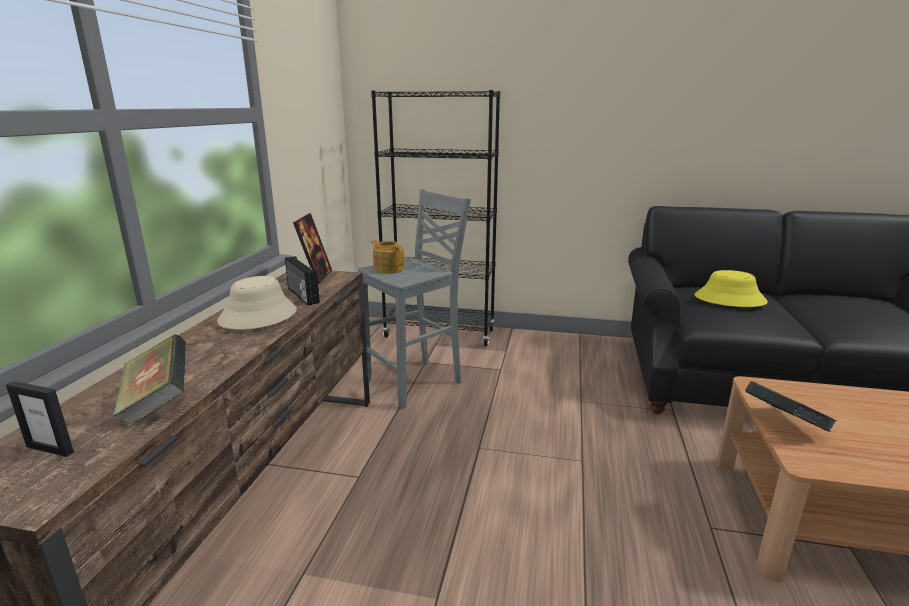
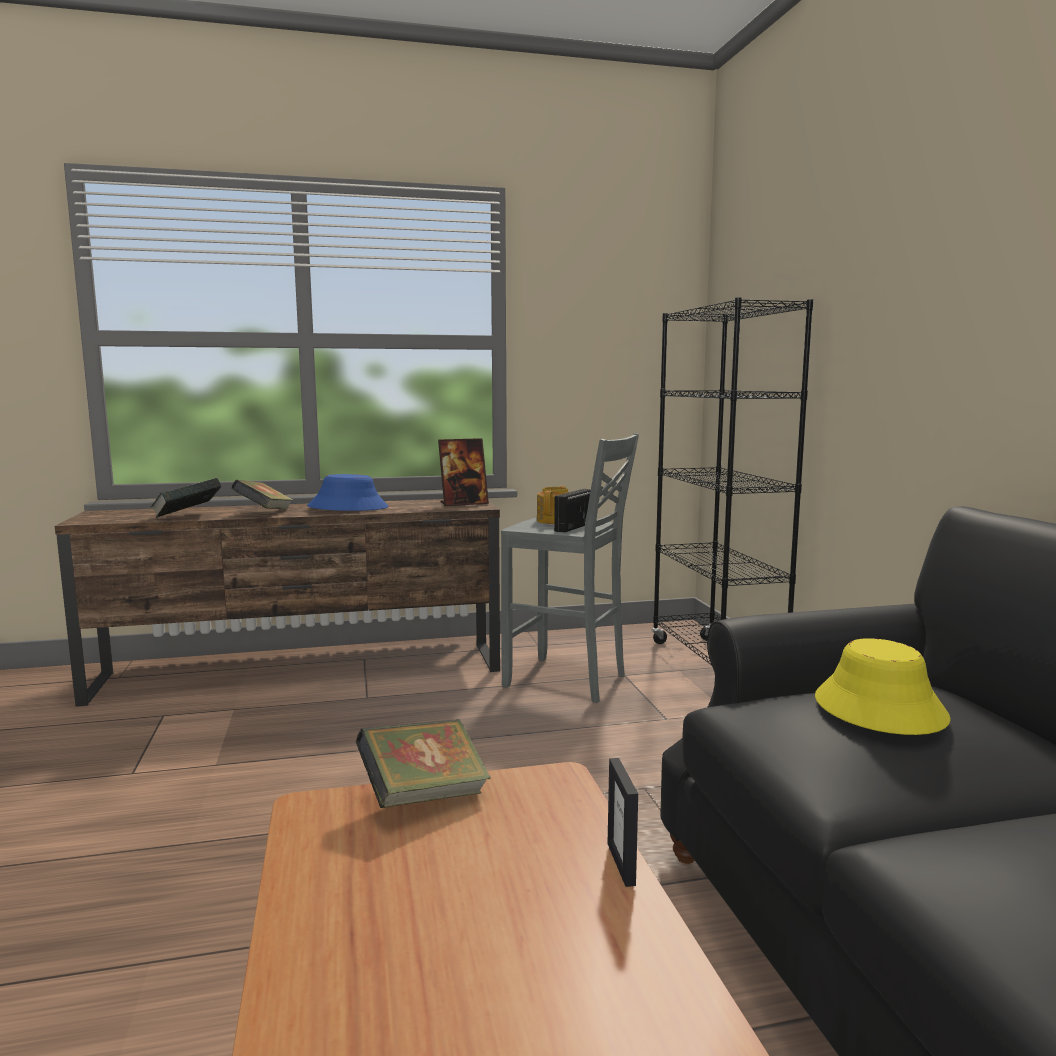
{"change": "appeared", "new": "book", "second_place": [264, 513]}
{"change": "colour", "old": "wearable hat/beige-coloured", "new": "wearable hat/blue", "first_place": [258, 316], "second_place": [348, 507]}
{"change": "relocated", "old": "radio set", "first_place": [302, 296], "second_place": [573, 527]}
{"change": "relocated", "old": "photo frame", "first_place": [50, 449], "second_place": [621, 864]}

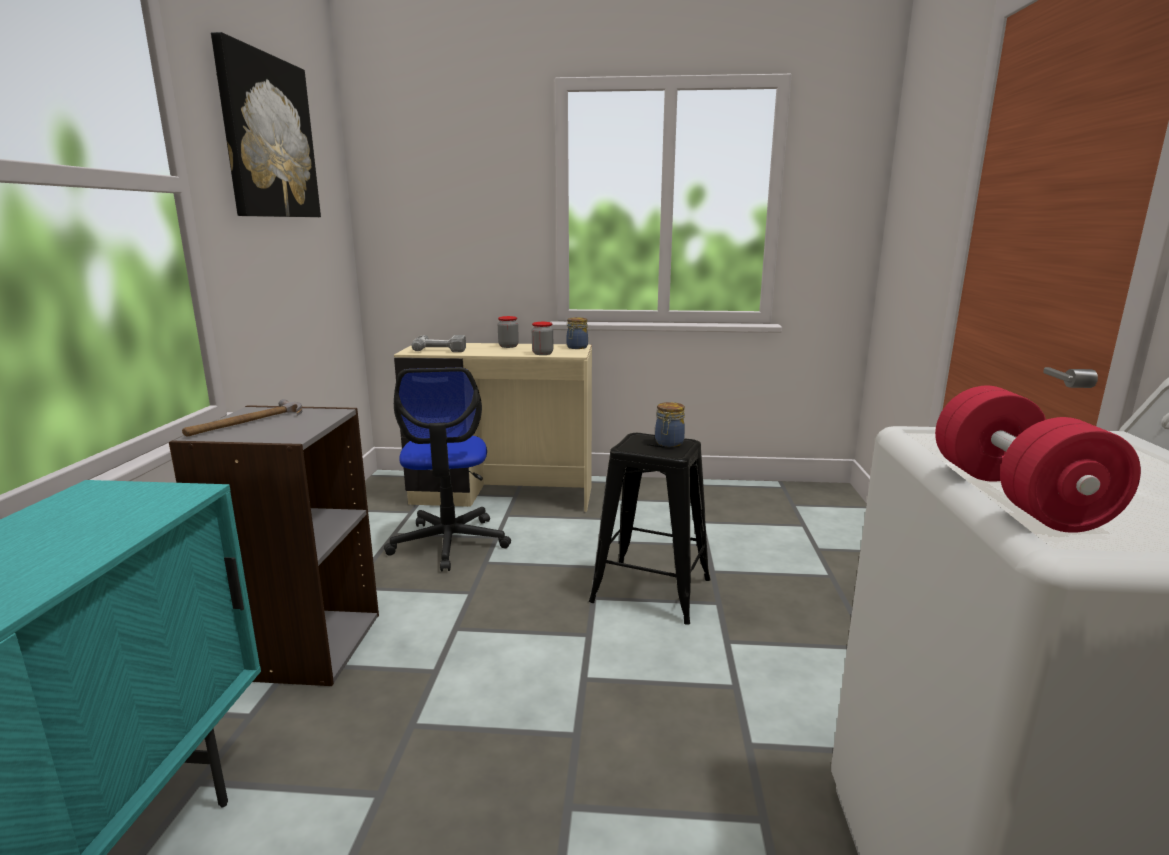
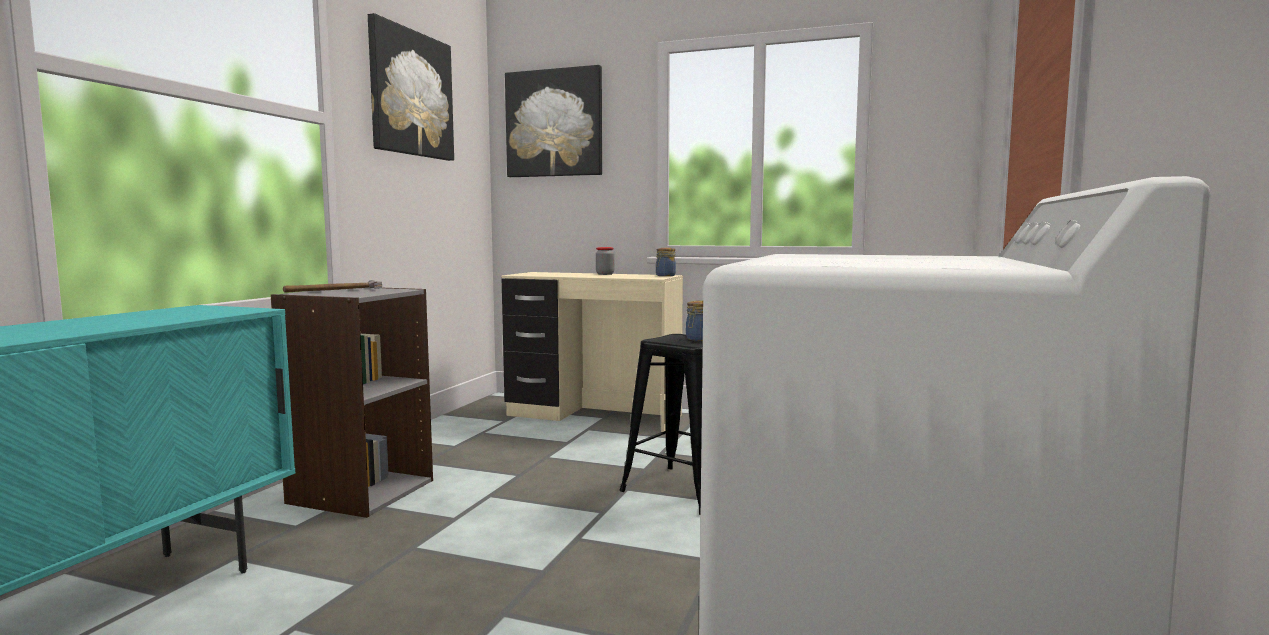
{"change": "appeared", "new": "wall picture", "second_place": [554, 123]}
{"change": "missing", "old": "computer chair", "first_place": [449, 543]}
{"change": "missing", "old": "power drill", "first_place": [440, 349]}
{"change": "missing", "old": "jar", "first_place": [542, 353]}
{"change": "missing", "old": "dumbbell/red-coloured", "first_place": [1015, 496]}

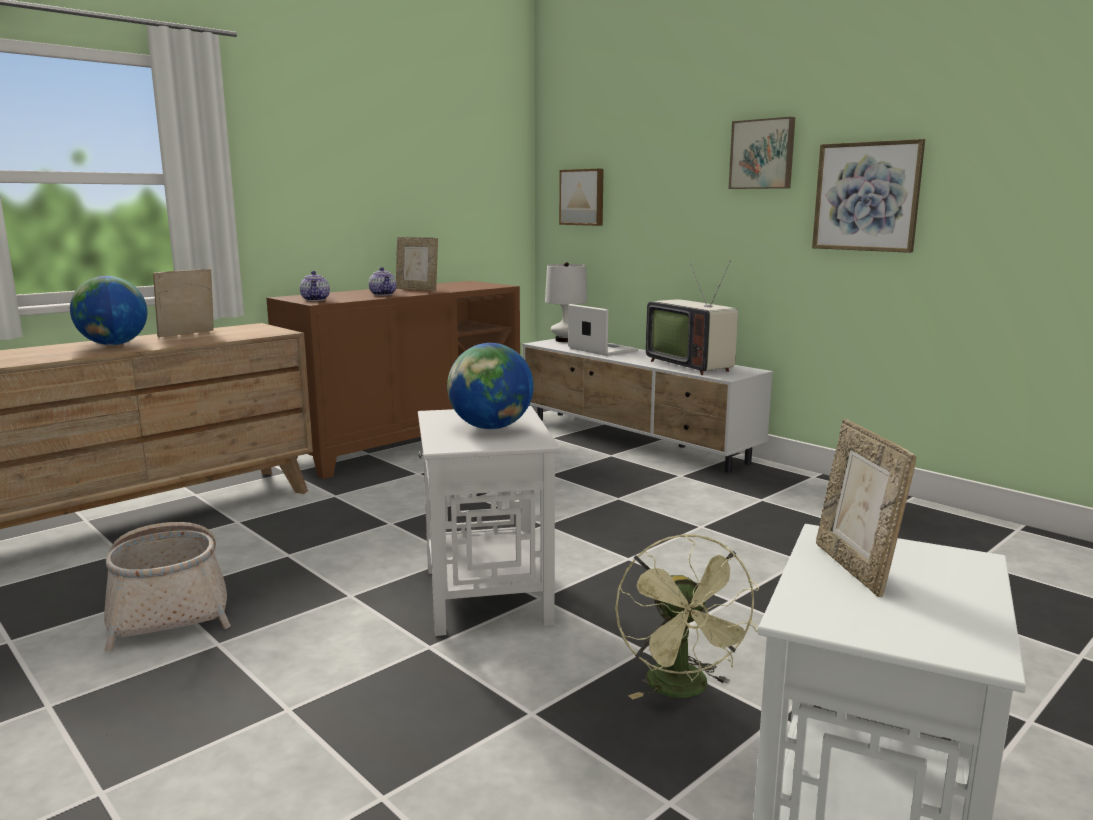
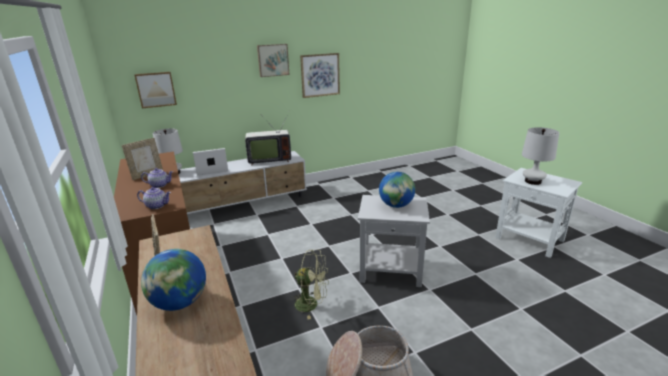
{"change": "relocated", "old": "fan/green", "first_place": [683, 690], "second_place": [311, 304]}
{"change": "exchanged", "old": "photo frame", "new": "table lamp/white", "first_place": [855, 568], "second_place": [533, 181]}

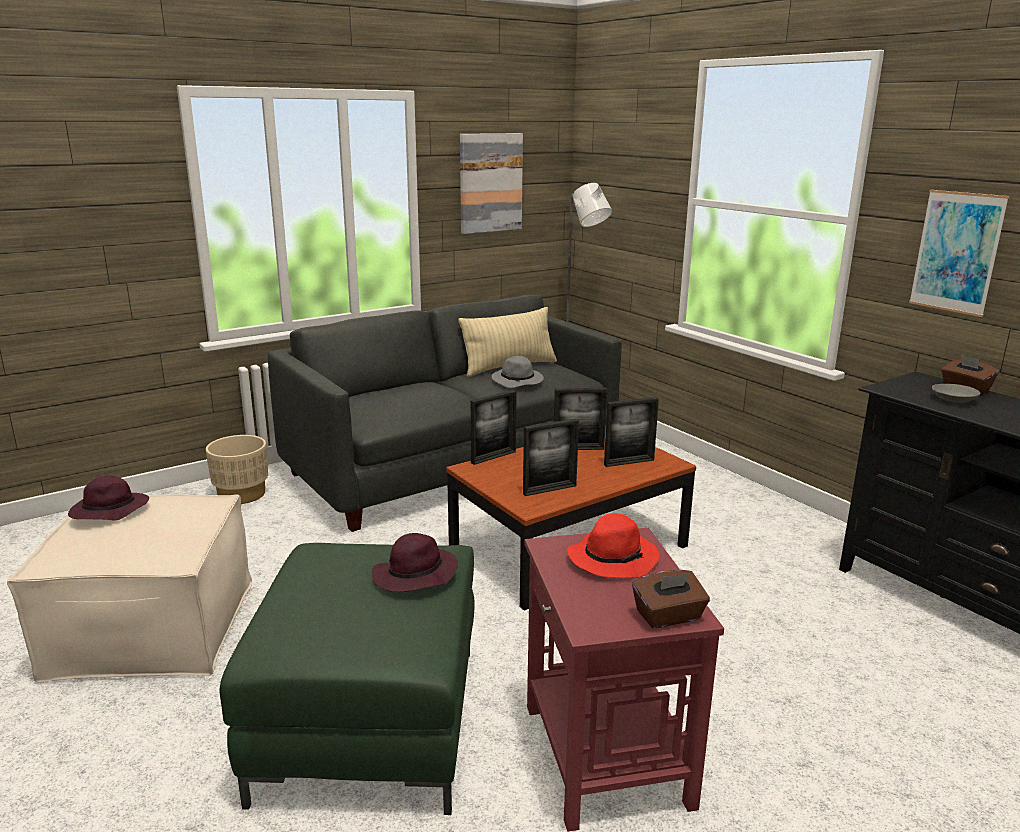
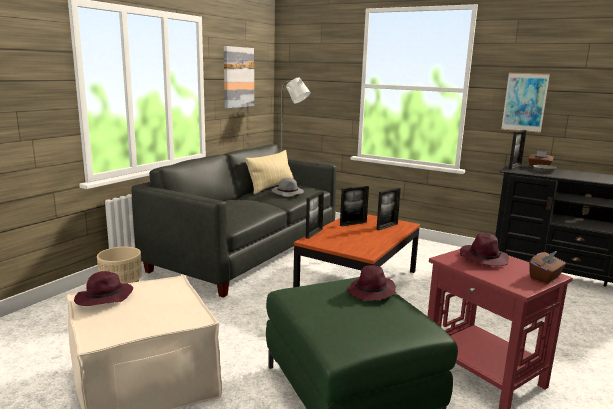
{"change": "colour", "old": "wearable hat/red-coloured", "new": "wearable hat/purple-coloured", "first_place": [613, 558], "second_place": [483, 258]}
{"change": "relocated", "old": "photo frame", "first_place": [549, 490], "second_place": [515, 167]}

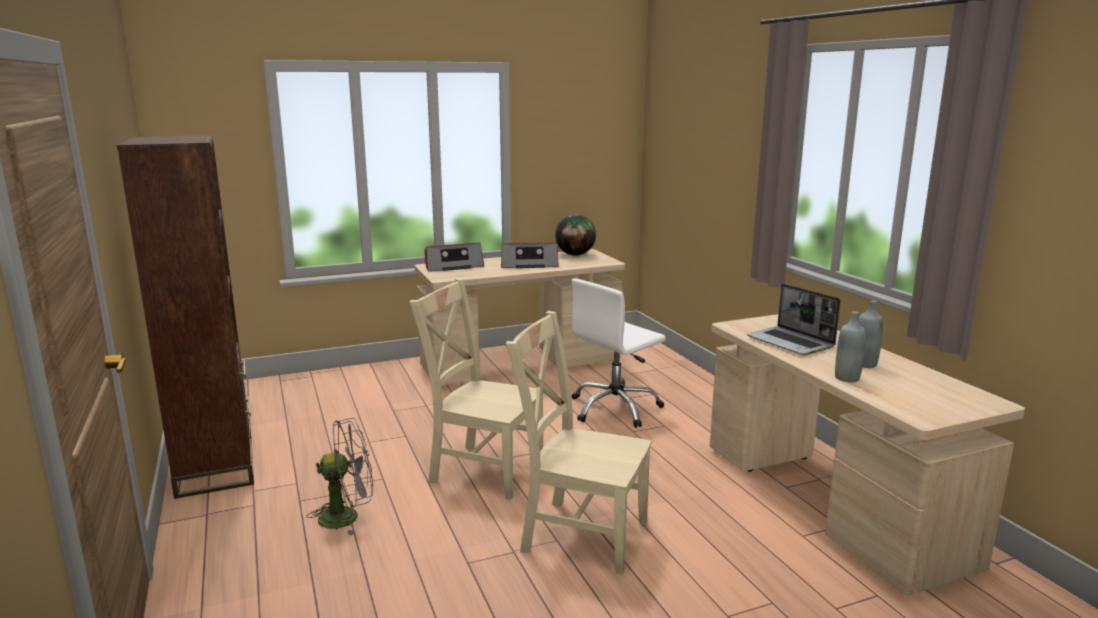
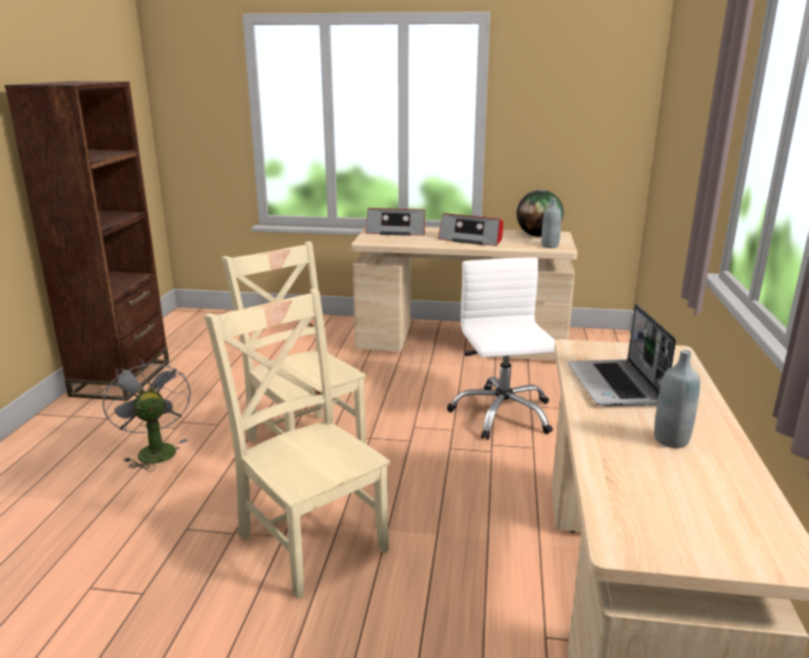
{"change": "spun", "old": "fan/greyish", "first_place": [348, 516], "second_place": [154, 450], "degrees": -135}
{"change": "spun", "old": "computer chair/white", "first_place": [615, 408], "second_place": [502, 414], "degrees": 90}
{"change": "relocated", "old": "beverage bottle/greyish", "first_place": [847, 378], "second_place": [549, 246]}

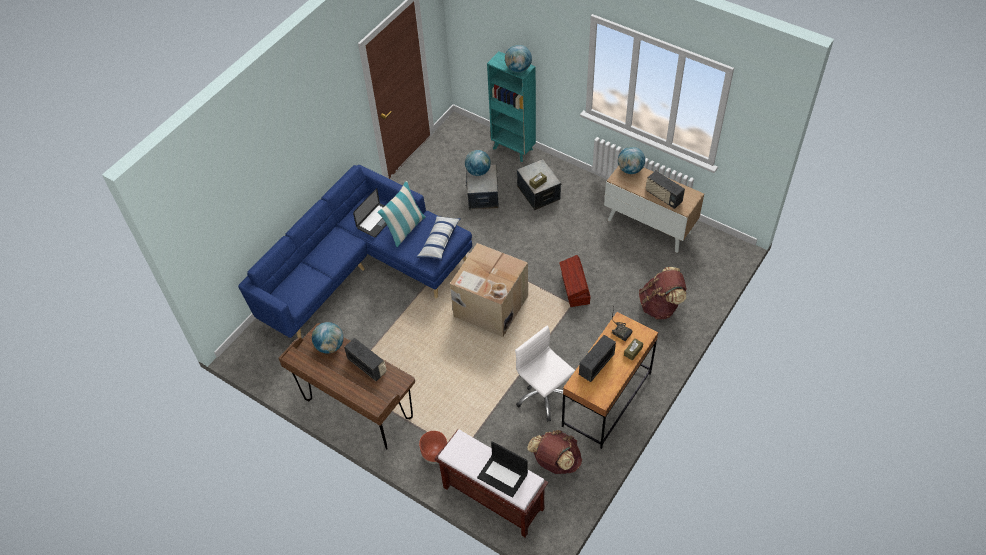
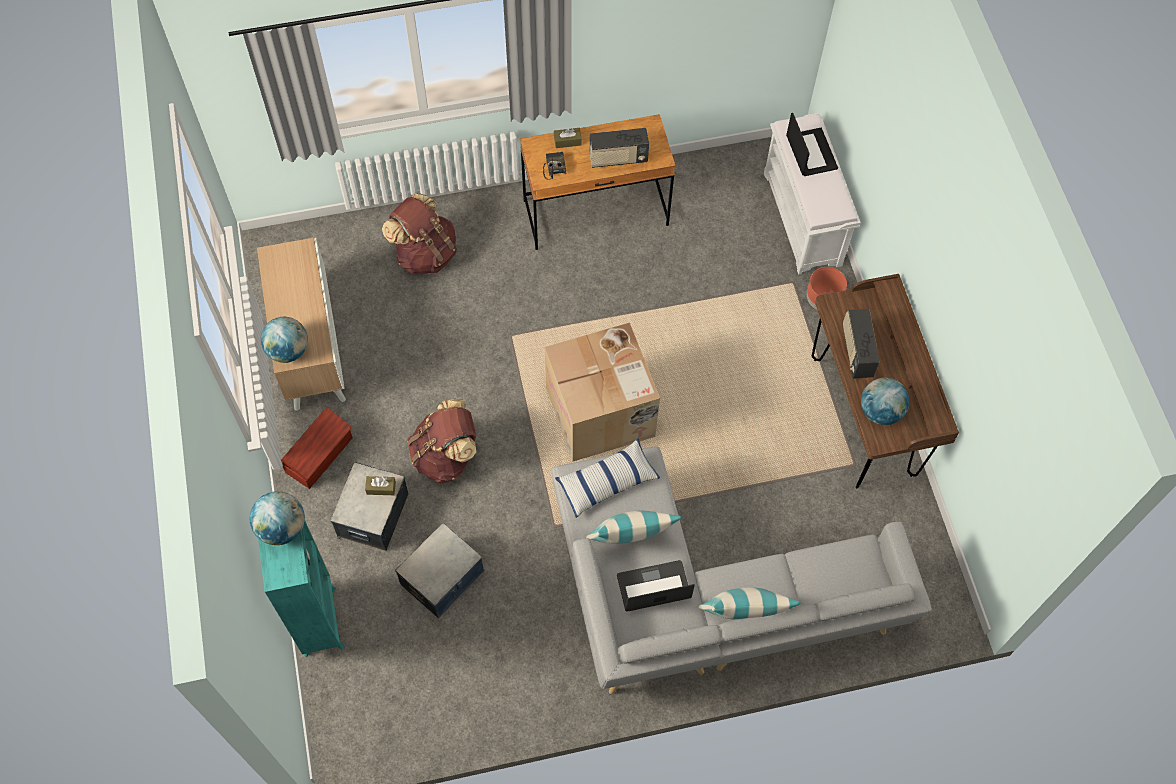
{"change": "relocated", "old": "storage box/brown-coloured", "first_place": [574, 289], "second_place": [320, 455]}
{"change": "relocated", "old": "knapsack/brown-coloured", "first_place": [555, 462], "second_place": [446, 456]}
{"change": "colour", "old": "settee/blue", "new": "settee/greyish", "first_place": [364, 270], "second_place": [702, 600]}
{"change": "appeared", "new": "throw pillow", "second_place": [743, 616]}
{"change": "colour", "old": "bench/brown-coloured", "new": "bench/white", "first_place": [492, 498], "second_place": [803, 219]}
{"change": "missing", "old": "globe", "first_place": [478, 171]}
{"change": "missing", "old": "computer chair/white", "first_place": [544, 395]}
{"change": "missing", "old": "radio set", "first_place": [663, 197]}

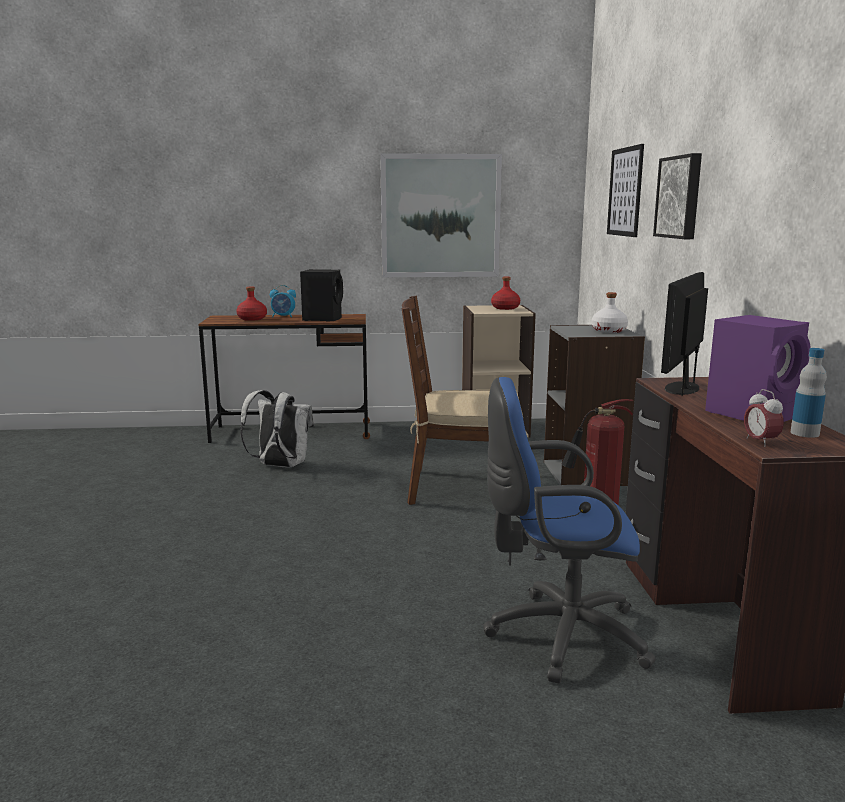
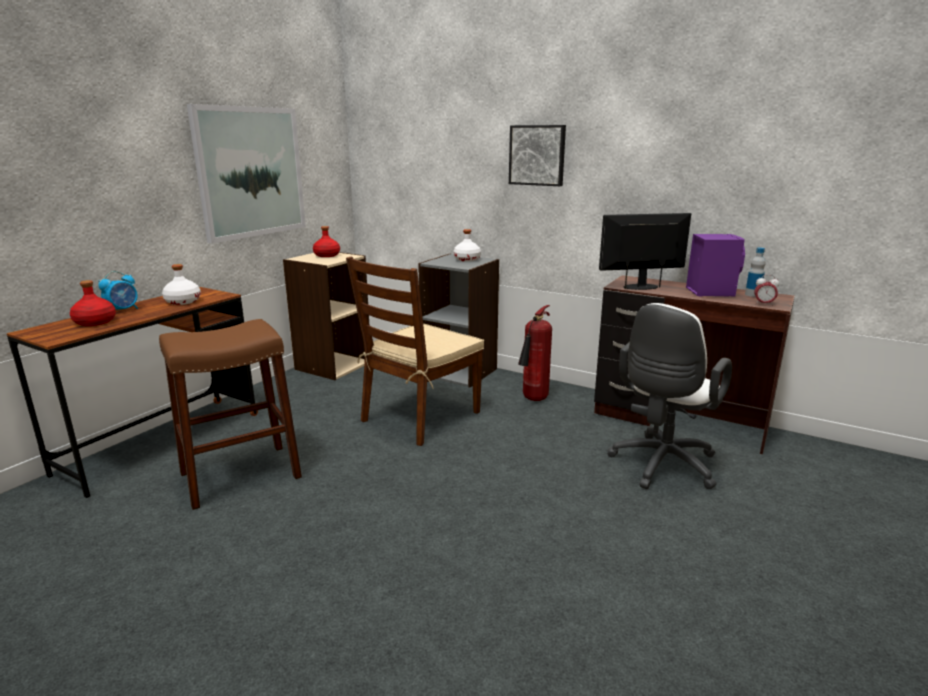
{"change": "exchanged", "old": "knapsack/white", "new": "sitting stool/brown-coloured", "first_place": [280, 466], "second_place": [240, 475]}
{"change": "exchanged", "old": "audio speaker/blackish", "new": "beverage bottle/white", "first_place": [323, 319], "second_place": [182, 301]}
{"change": "spun", "old": "computer display", "first_place": [681, 388], "second_place": [641, 287], "degrees": 105}
{"change": "colour", "old": "computer chair/blue", "new": "computer chair/white", "first_place": [558, 635], "second_place": [661, 466]}
{"change": "missing", "old": "wall picture", "first_place": [625, 192]}

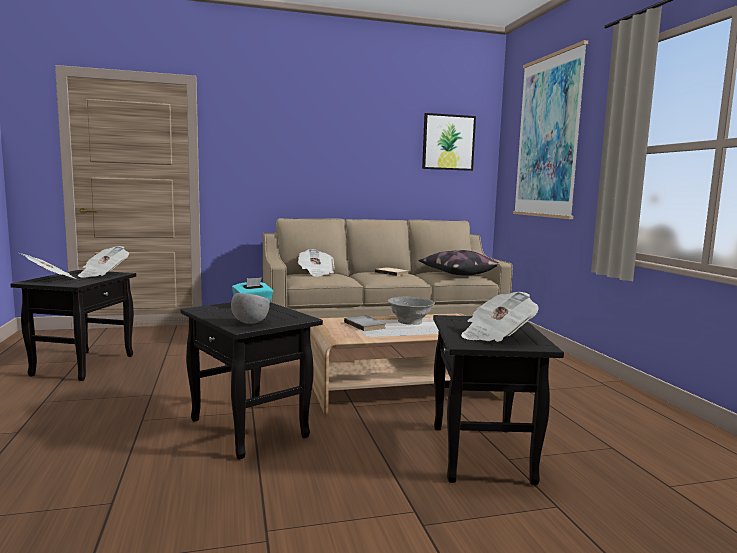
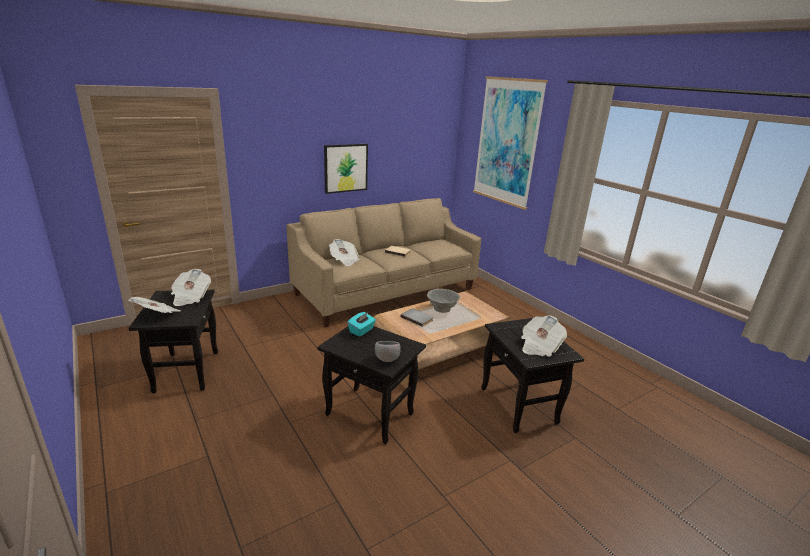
{"change": "relocated", "old": "wall picture", "first_place": [448, 142], "second_place": [345, 168]}
{"change": "missing", "old": "throw pillow", "first_place": [457, 273]}

